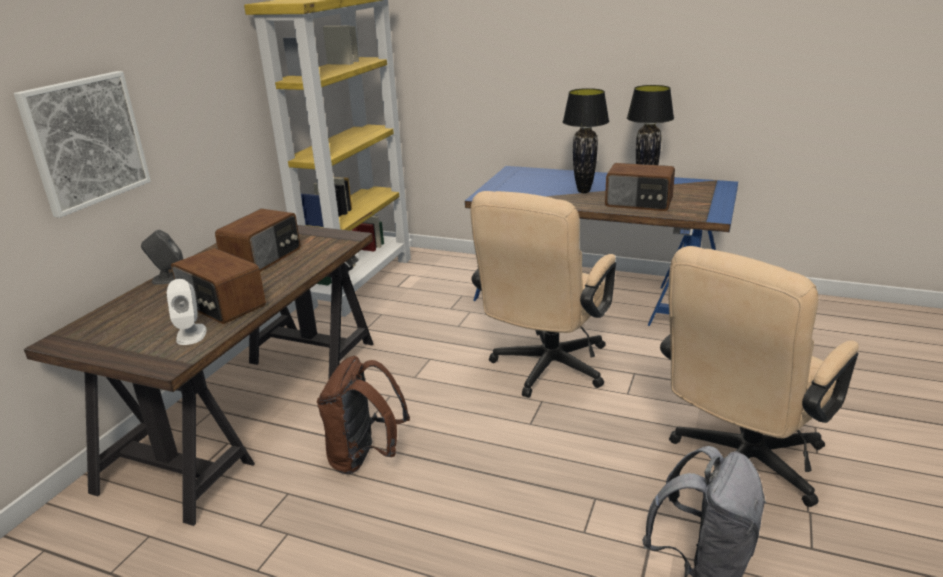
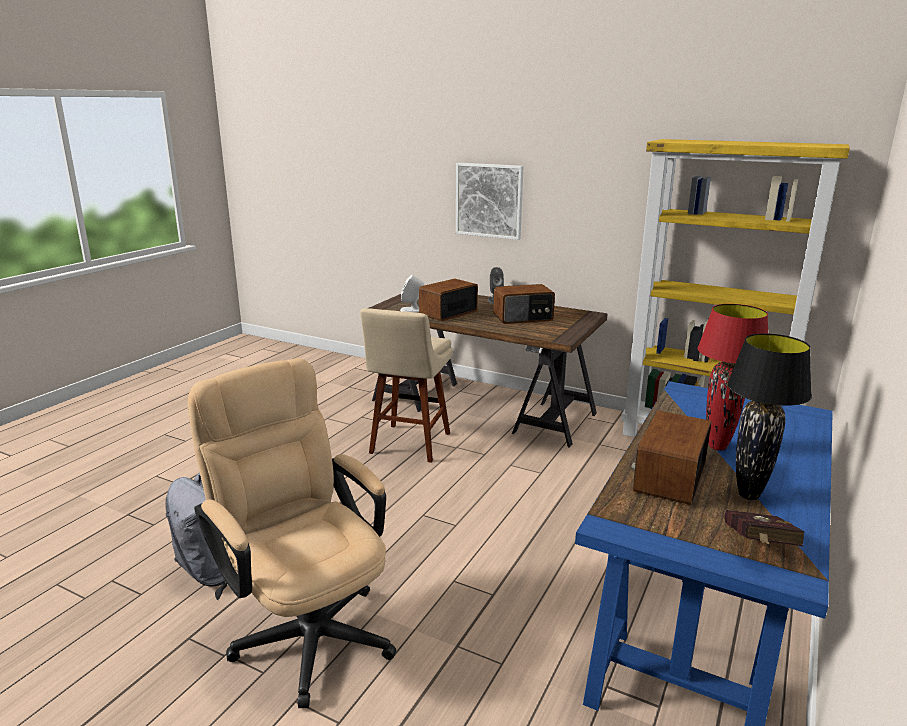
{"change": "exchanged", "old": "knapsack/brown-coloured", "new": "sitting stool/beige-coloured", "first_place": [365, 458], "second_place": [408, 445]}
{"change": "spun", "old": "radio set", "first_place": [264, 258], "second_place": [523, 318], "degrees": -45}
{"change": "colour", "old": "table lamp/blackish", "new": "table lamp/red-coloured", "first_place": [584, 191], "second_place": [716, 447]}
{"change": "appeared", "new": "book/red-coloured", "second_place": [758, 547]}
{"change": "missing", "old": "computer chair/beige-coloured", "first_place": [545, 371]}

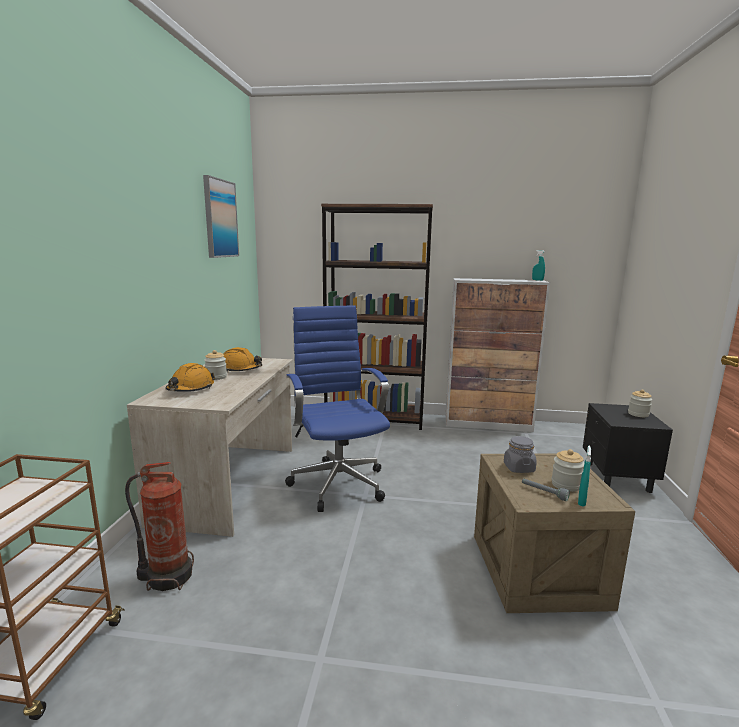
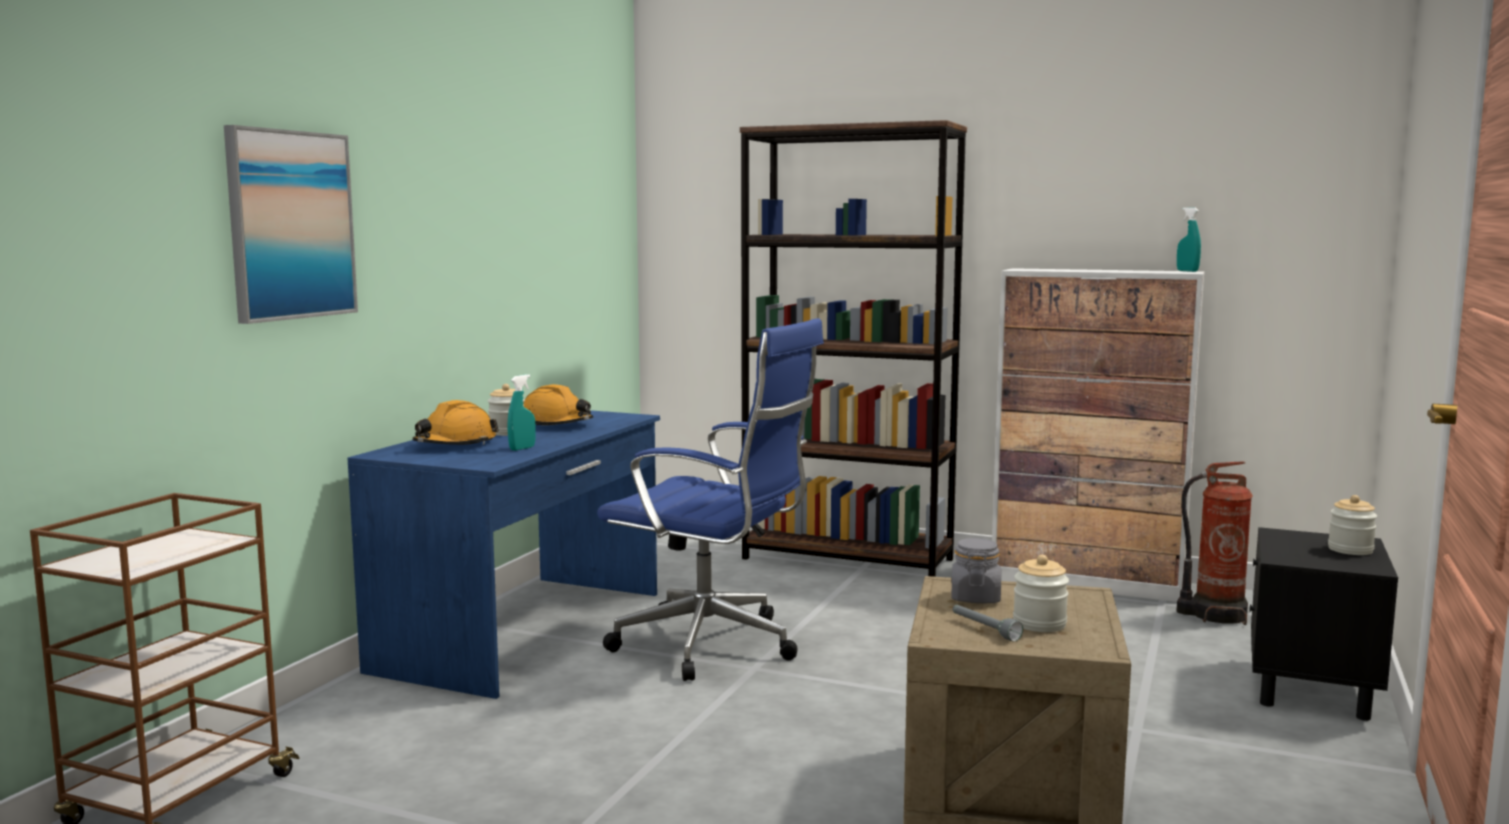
{"change": "relocated", "old": "wall picture", "first_place": [220, 218], "second_place": [290, 225]}
{"change": "colour", "old": "desk unit/beige-coloured", "new": "desk unit/blue", "first_place": [230, 483], "second_place": [525, 630]}
{"change": "relocated", "old": "hand sprayer/turquoise", "first_place": [581, 501], "second_place": [522, 448]}
{"change": "spun", "old": "computer chair/blue", "first_place": [337, 482], "second_place": [714, 646], "degrees": 120}
{"change": "relocated", "old": "fire-fighting cylinder", "first_place": [168, 576], "second_place": [1215, 615]}

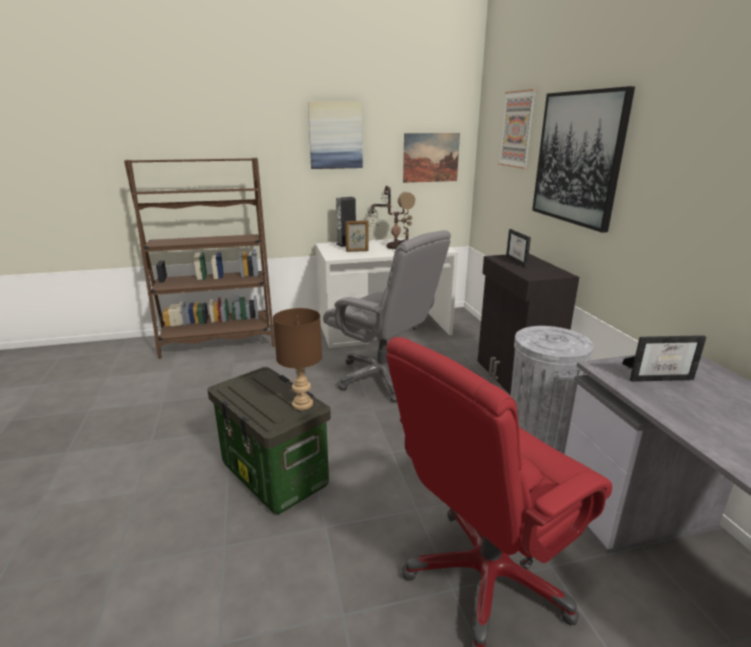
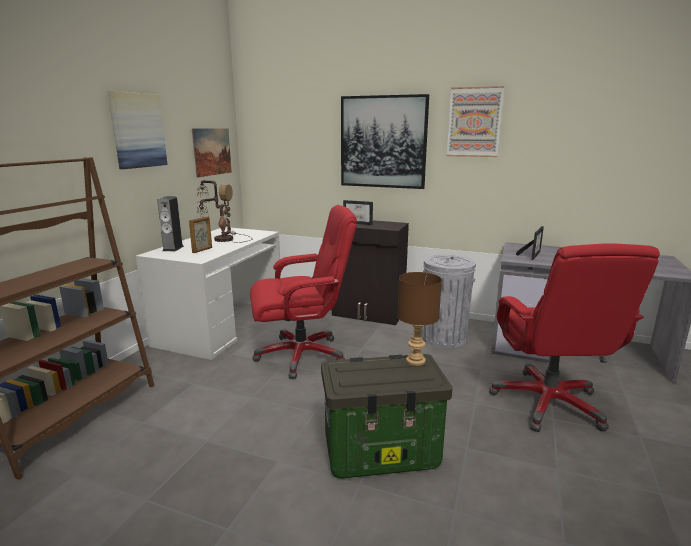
{"change": "colour", "old": "computer chair/greyish", "new": "computer chair/red-coloured", "first_place": [383, 378], "second_place": [302, 355]}
{"change": "relocated", "old": "wall picture", "first_place": [517, 129], "second_place": [474, 122]}

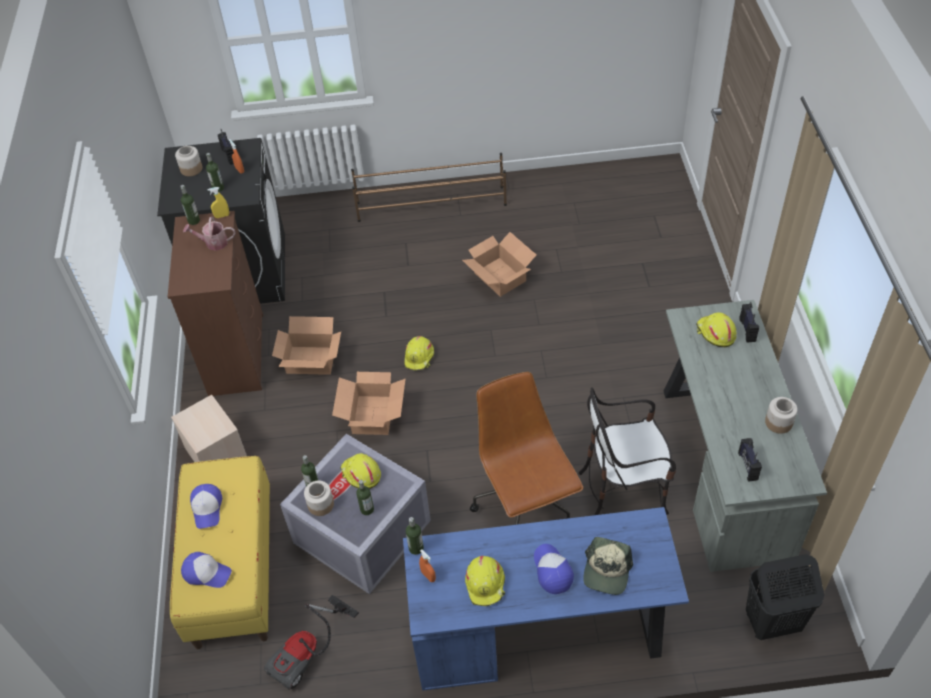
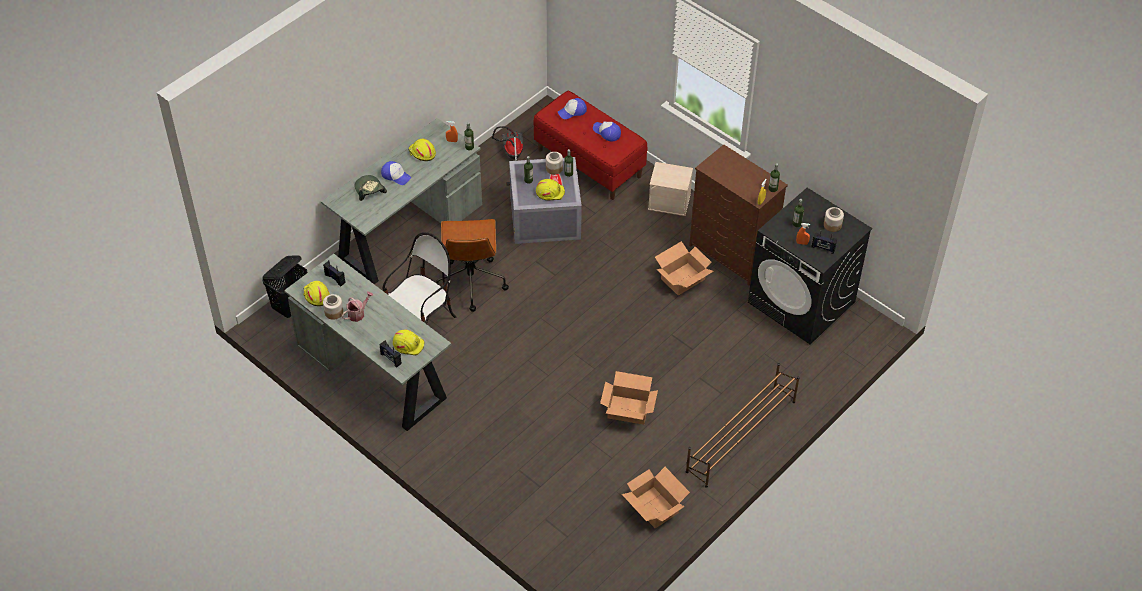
{"change": "relocated", "old": "hard hat/yellowish", "first_place": [419, 357], "second_place": [316, 296]}
{"change": "colour", "old": "desk unit/blue", "new": "desk unit/greyish", "first_place": [541, 633], "second_place": [407, 231]}
{"change": "relocated", "old": "sprinkling can", "first_place": [213, 243], "second_place": [358, 313]}
{"change": "spun", "old": "computer chair/brown-coloured", "first_place": [525, 505], "second_place": [471, 282], "degrees": 60}
{"change": "colour", "old": "bench/yellowish", "new": "bench/red-coloured", "first_place": [233, 570], "second_place": [589, 163]}
{"change": "relocated", "old": "packing box", "first_place": [373, 415], "second_place": [654, 508]}

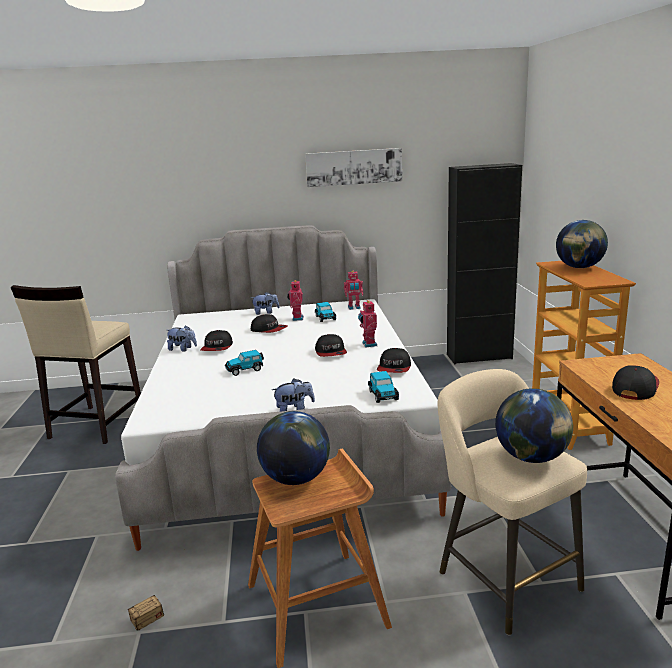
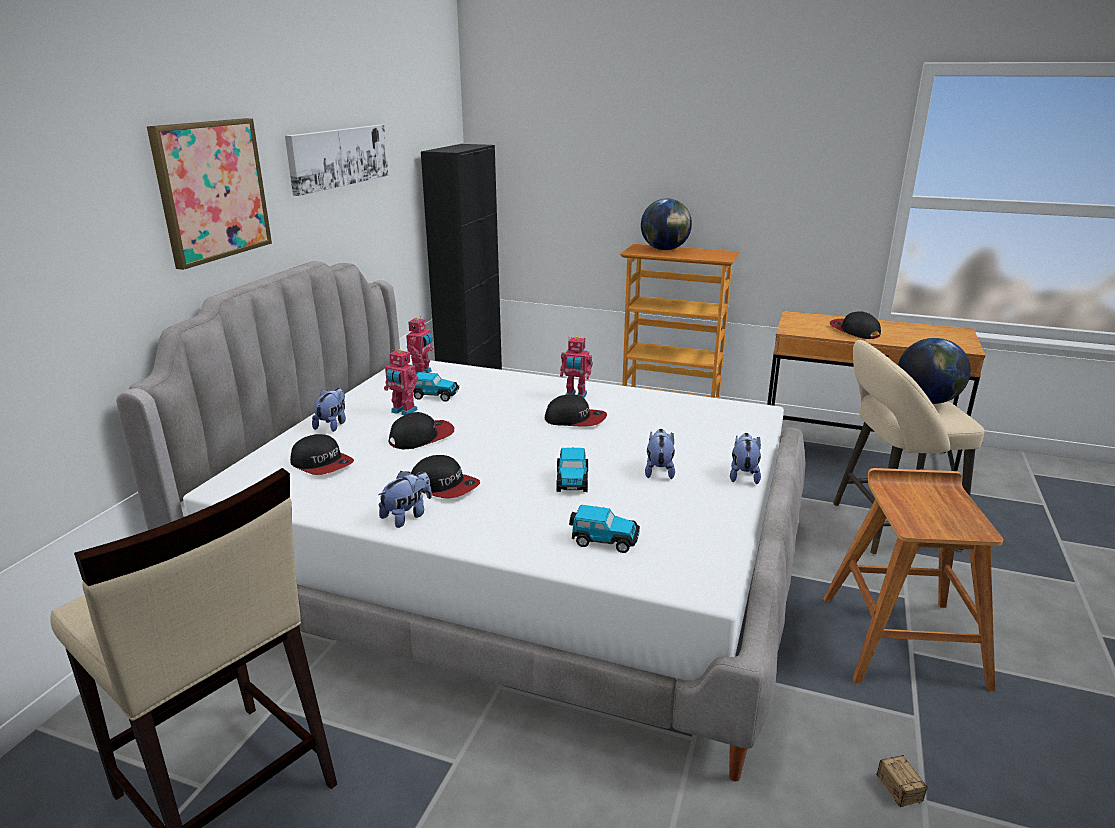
{"change": "appeared", "new": "wall picture", "second_place": [212, 190]}
{"change": "relocated", "old": "peaked cap", "first_place": [394, 368], "second_place": [322, 464]}
{"change": "relocated", "old": "toy car", "first_place": [383, 395], "second_place": [603, 540]}
{"change": "appeared", "new": "soft toy", "second_place": [659, 470]}
{"change": "missing", "old": "globe", "first_place": [295, 478]}

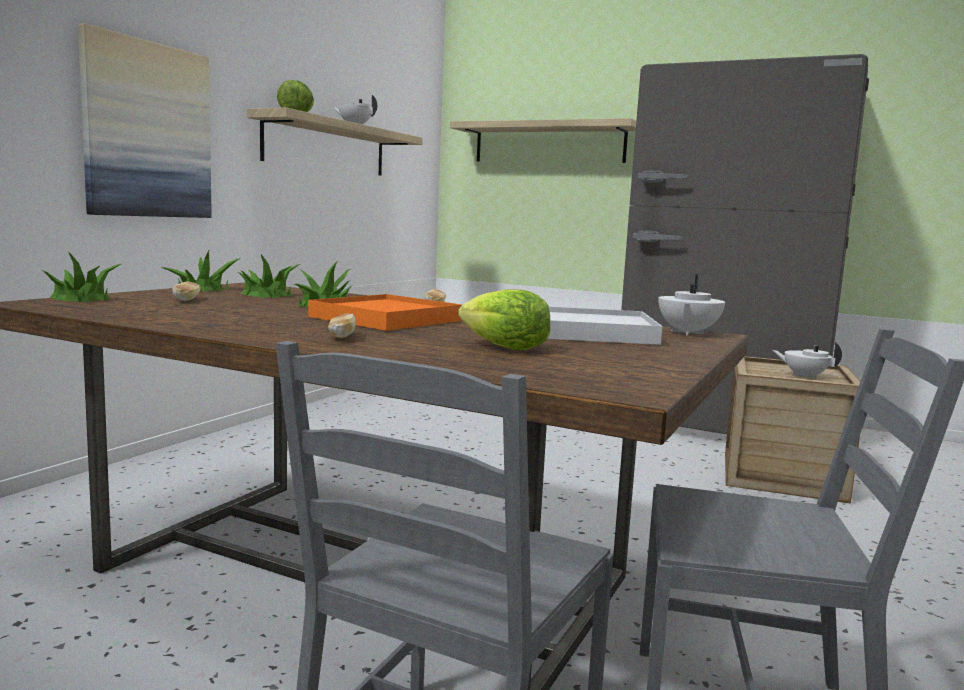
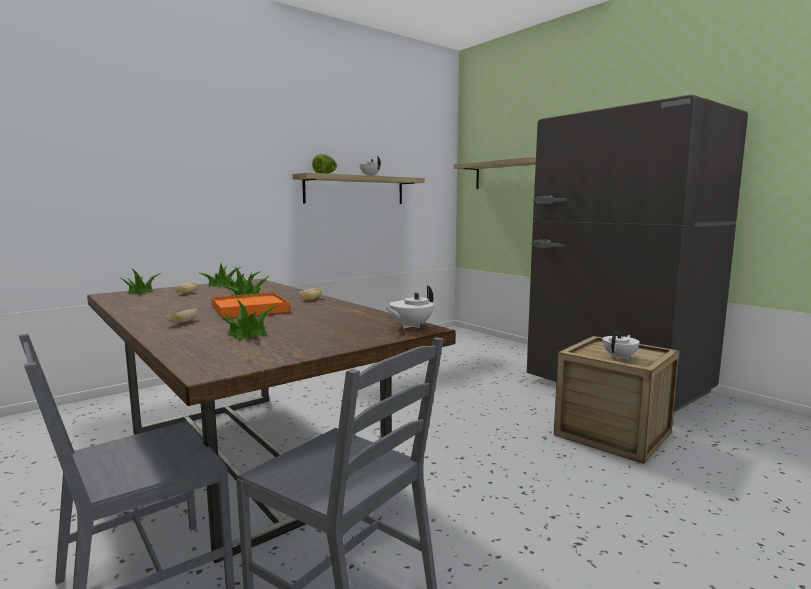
{"change": "exchanged", "old": "head of lettuce", "new": "plant in a pot", "first_place": [504, 347], "second_place": [247, 333]}
{"change": "spun", "old": "teapot/white", "first_place": [804, 376], "second_place": [620, 357], "degrees": 75}
{"change": "missing", "old": "wall picture", "first_place": [147, 130]}
{"change": "missing", "old": "tray/white", "first_place": [594, 332]}

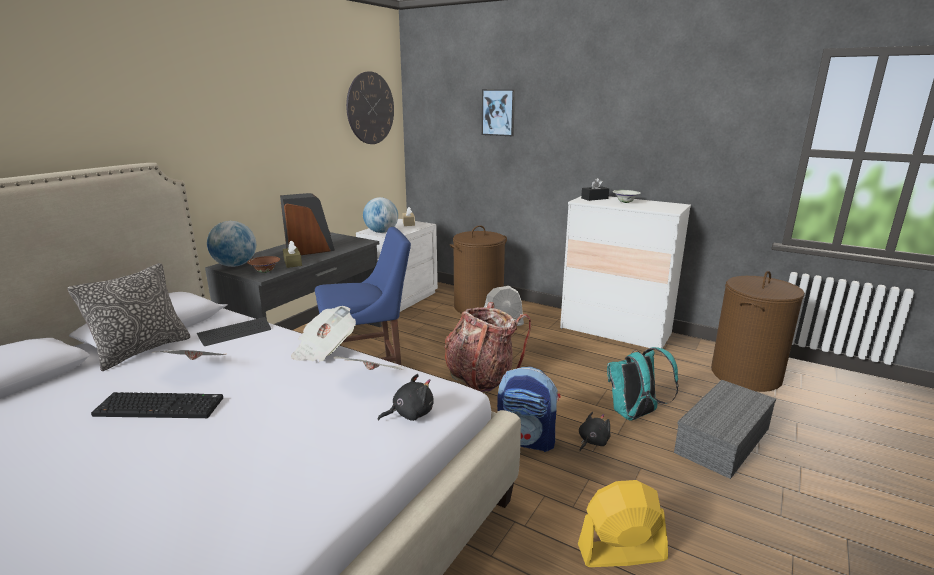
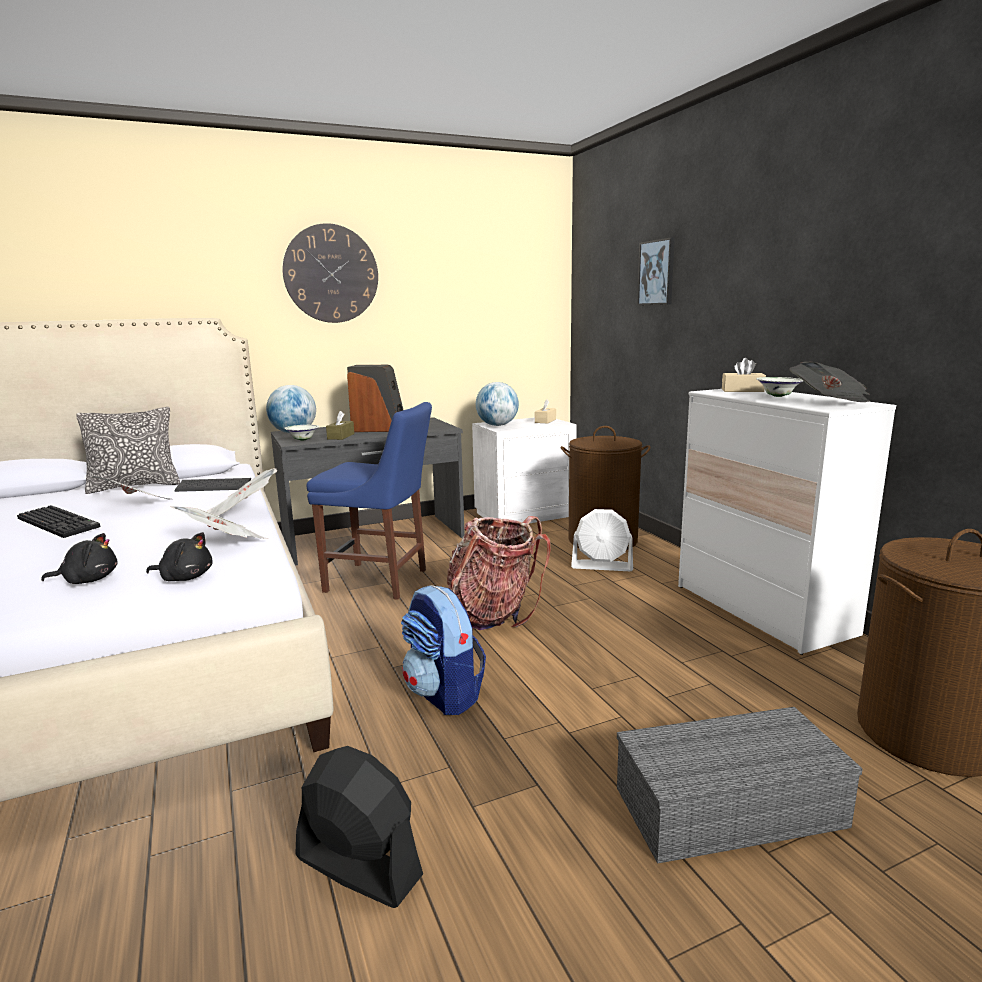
{"change": "relocated", "old": "soft toy/blackish", "first_place": [592, 442], "second_place": [88, 580]}
{"change": "relocated", "old": "clock on the wall", "first_place": [370, 108], "second_place": [331, 274]}
{"change": "colour", "old": "deep dish/brown-coloured", "new": "deep dish/white", "first_place": [265, 272], "second_place": [303, 440]}
{"change": "colour", "old": "fan/yellowish", "new": "fan/blackish", "first_place": [621, 552], "second_place": [358, 866]}
{"change": "colour", "old": "tissue holder/blackish", "new": "tissue holder/beige-coloured", "first_place": [594, 198], "second_place": [742, 390]}
{"change": "appeared", "new": "newspaper", "second_place": [830, 404]}
{"change": "missing", "old": "knapsack/turquoise", "first_place": [634, 415]}

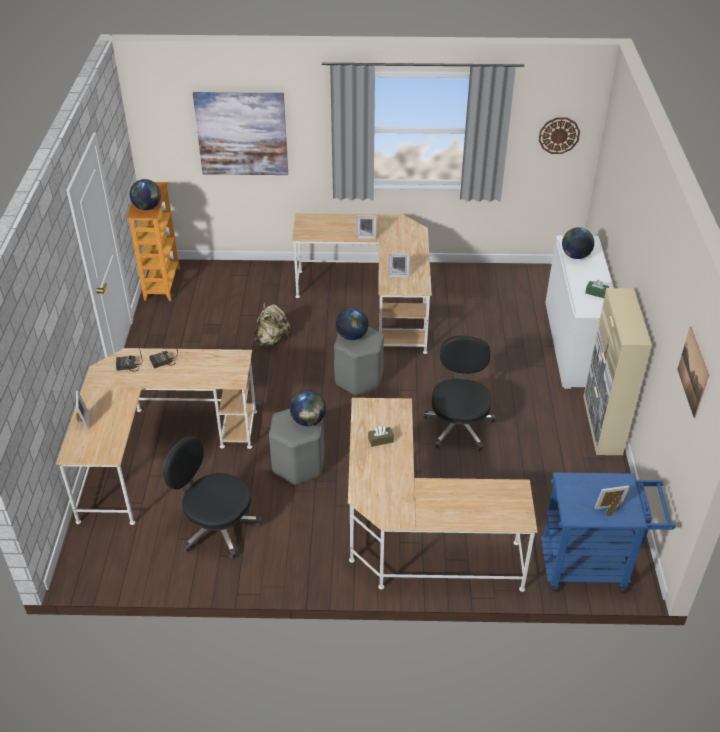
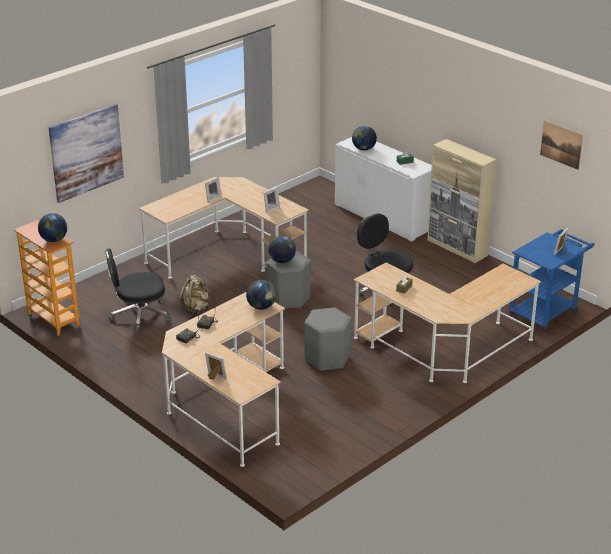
{"change": "relocated", "old": "computer chair/blackish", "first_place": [216, 527], "second_place": [139, 316]}
{"change": "relocated", "old": "globe", "first_place": [308, 421], "second_place": [261, 307]}
{"change": "missing", "old": "clock on the wall", "first_place": [559, 135]}

